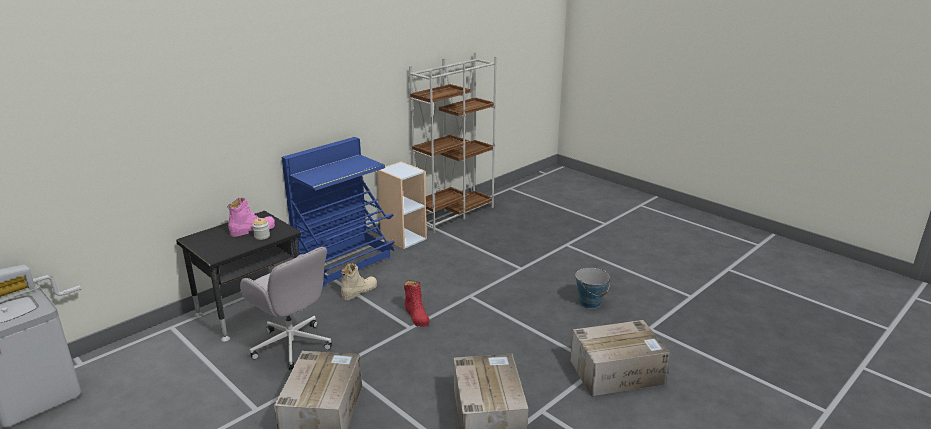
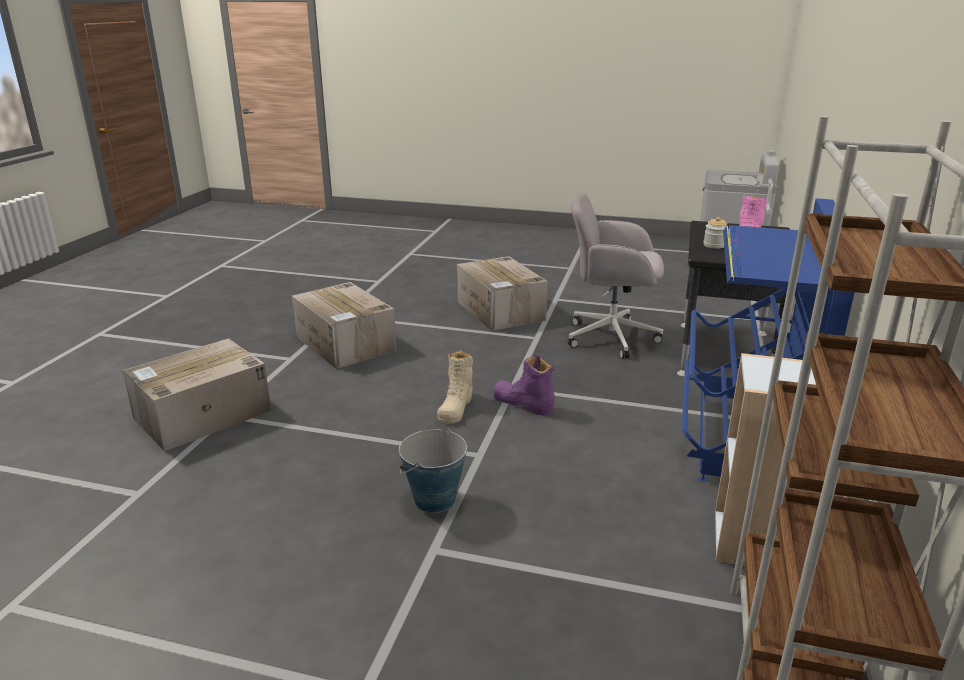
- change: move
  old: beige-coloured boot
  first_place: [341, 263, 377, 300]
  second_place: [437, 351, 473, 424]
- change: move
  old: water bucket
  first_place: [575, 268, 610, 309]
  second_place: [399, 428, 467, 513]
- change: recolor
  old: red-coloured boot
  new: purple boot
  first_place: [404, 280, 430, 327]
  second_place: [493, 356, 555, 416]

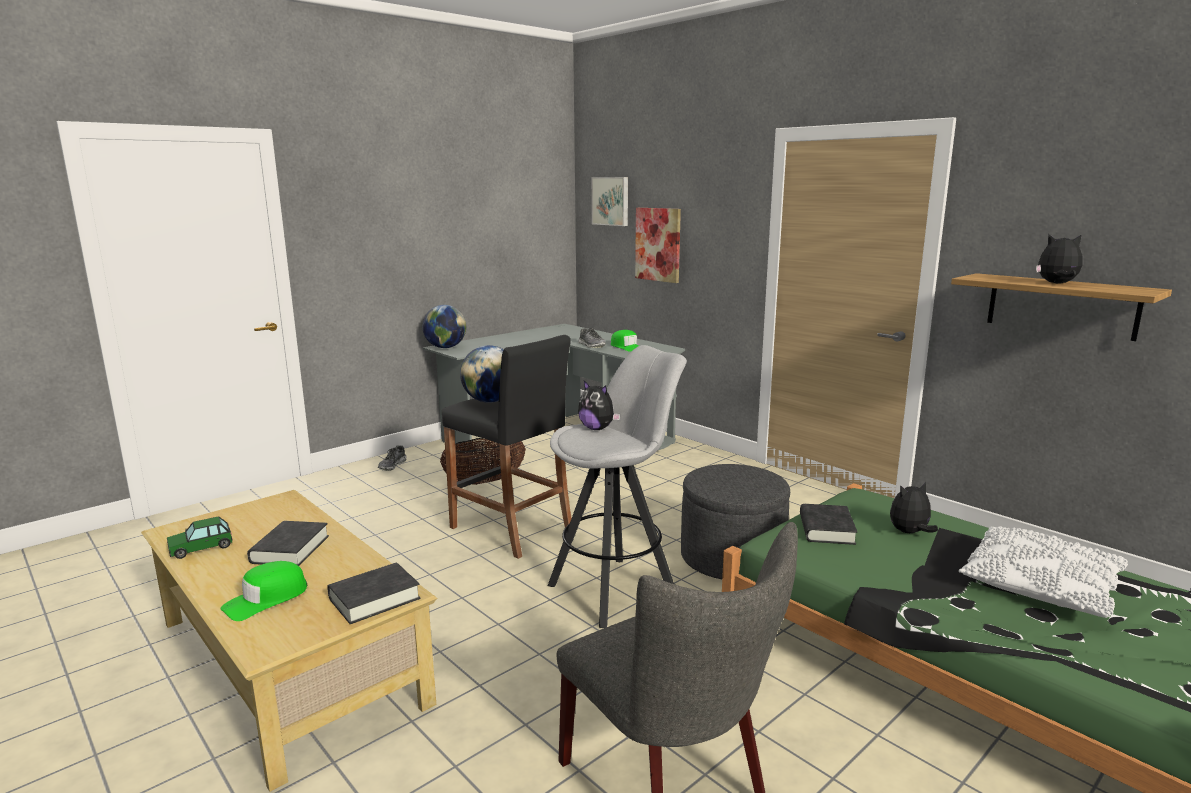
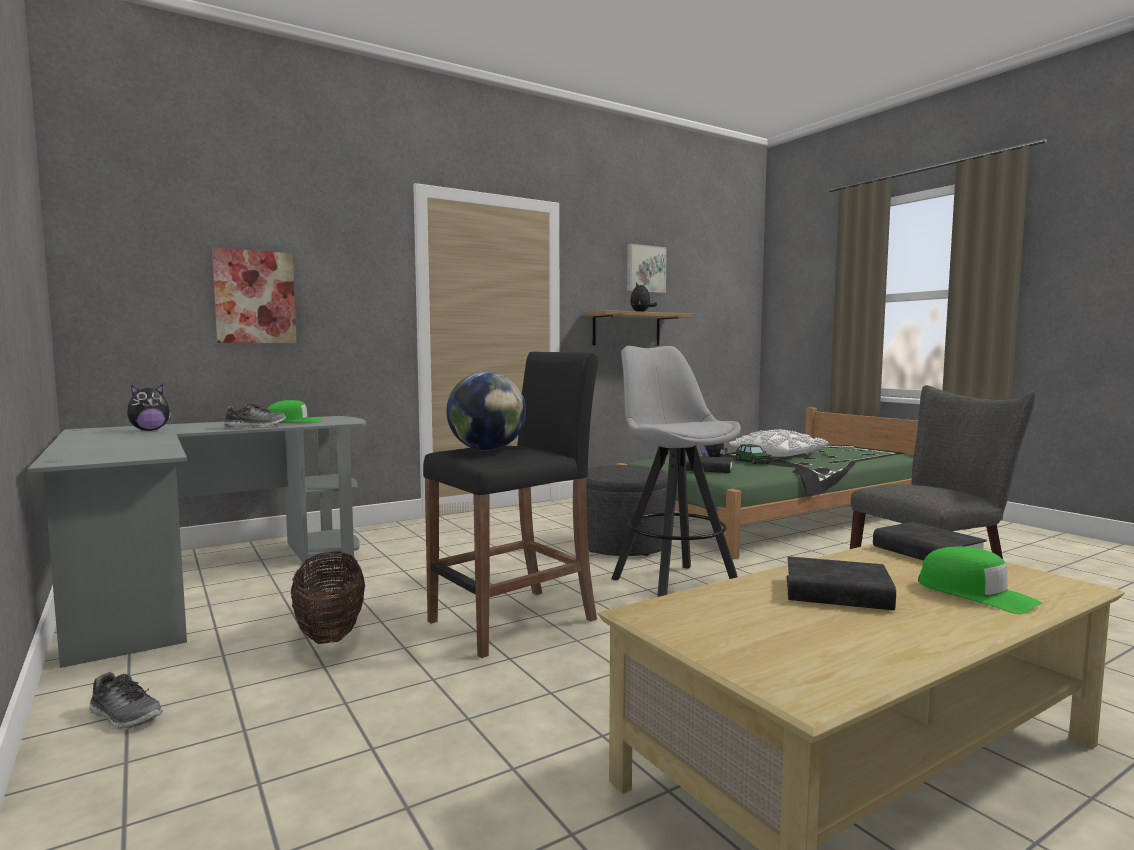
- change: delete
  old: globe
  first_place: [422, 305, 466, 348]
- change: move
  old: toy car
  first_place: [167, 516, 232, 559]
  second_place: [736, 444, 772, 464]
- change: move
  old: soft toy
  first_place: [578, 381, 621, 430]
  second_place: [127, 384, 171, 431]
- change: move
  old: wall picture
  first_place: [592, 177, 628, 226]
  second_place: [627, 244, 667, 293]

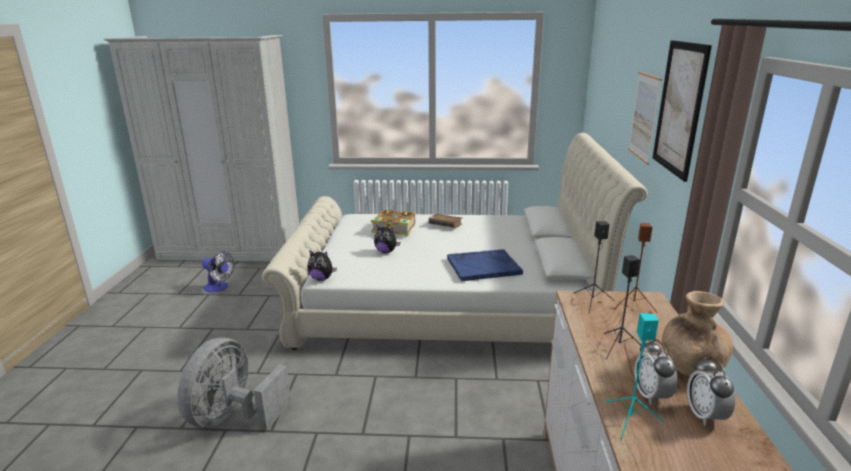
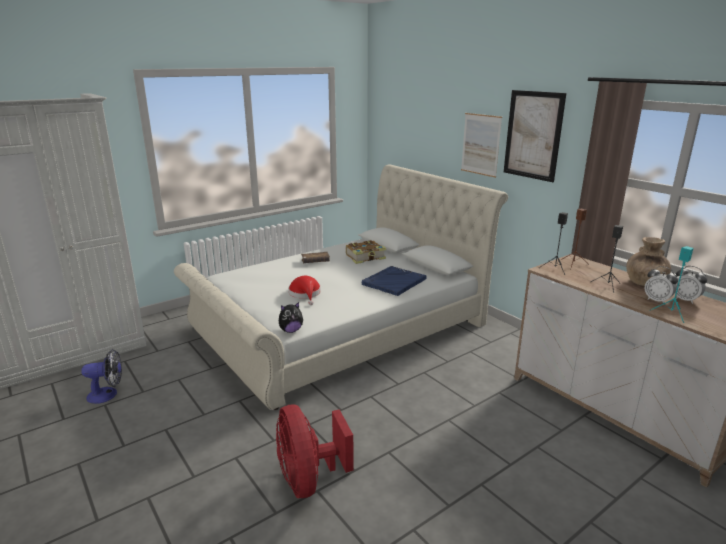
- change: move
  old: book
  first_place: [371, 210, 415, 236]
  second_place: [346, 240, 386, 264]
- change: replace
  old: soft toy
  new: red-coloured hat
  first_place: [374, 225, 400, 253]
  second_place: [289, 276, 321, 305]
- change: recolor
  old: greyish cooling fan
  new: red-coloured cooling fan
  first_place: [177, 338, 291, 430]
  second_place: [276, 404, 354, 498]

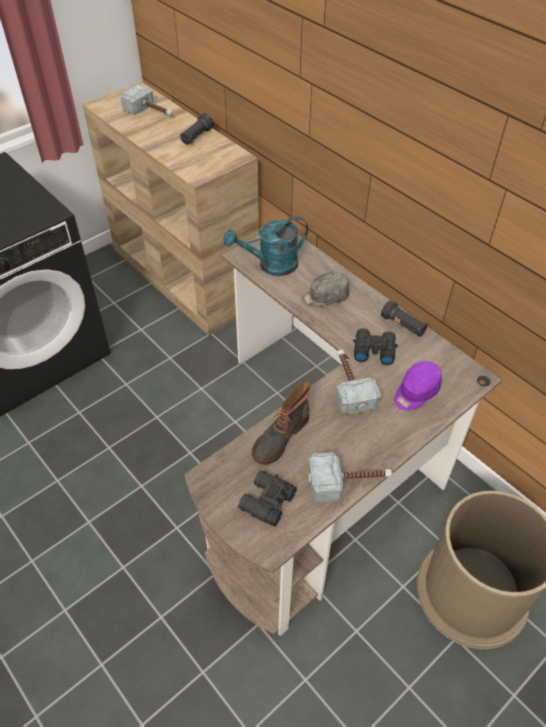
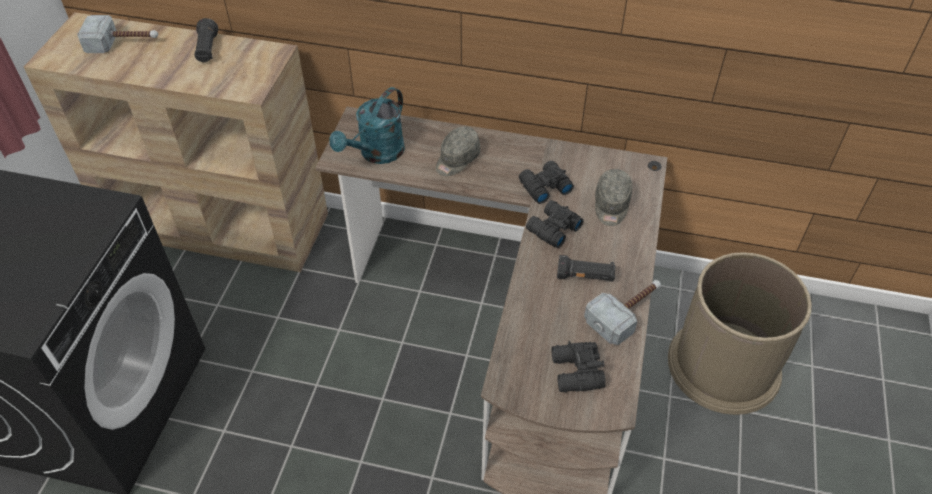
- change: delete
  old: boot
  first_place: [252, 381, 310, 465]
- change: move
  old: black-coloured flashlight
  first_place: [381, 300, 428, 337]
  second_place: [557, 255, 615, 282]
- change: replace
  old: hammer
  new: black-coloured binoculars
  first_place: [335, 350, 381, 415]
  second_place: [526, 200, 583, 248]
- change: recolor
  old: purple cap
  new: greyish cap
  first_place: [394, 361, 442, 410]
  second_place: [595, 169, 632, 226]

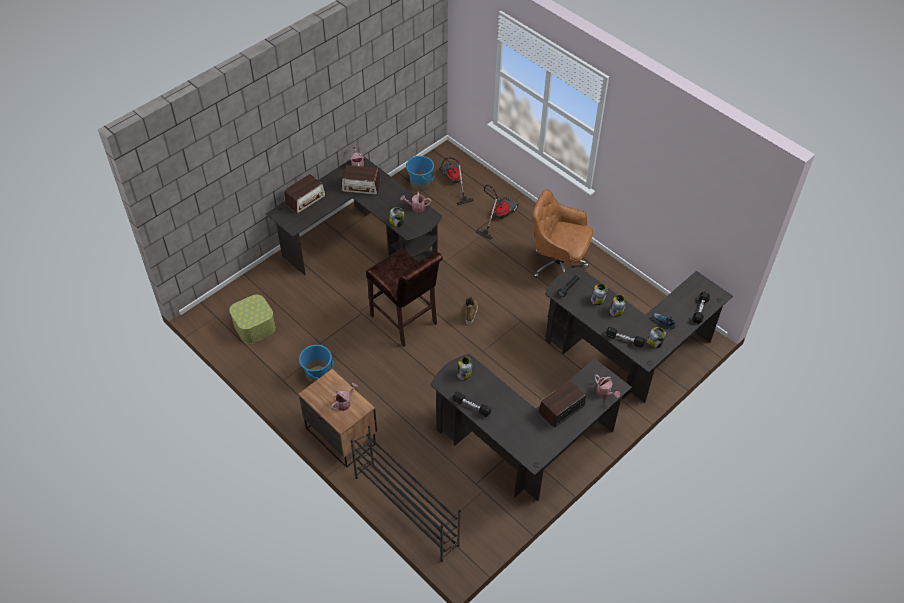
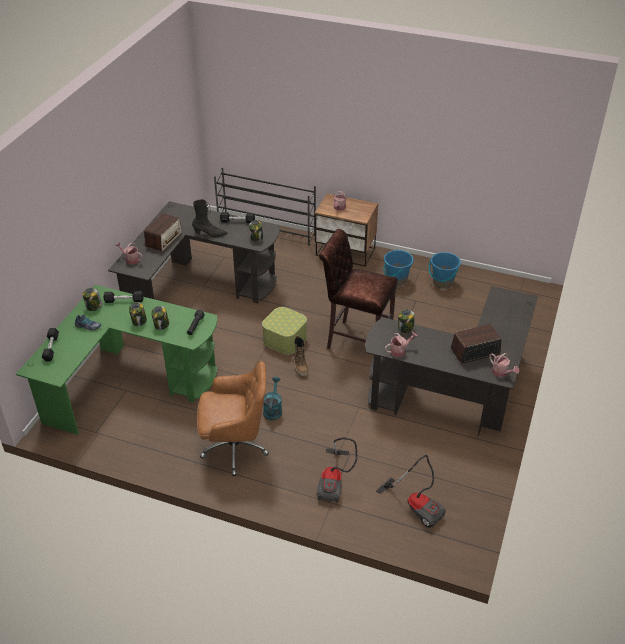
- change: delete
  old: radio receiver
  first_place: [284, 174, 326, 213]
- change: insert
  new: black-coloured boot
  second_place: [192, 199, 227, 238]
- change: insert
  new: blue-green watering pot
  second_place: [263, 377, 282, 420]
- change: move
  old: storage bin
  first_place: [229, 295, 276, 344]
  second_place: [262, 307, 307, 355]
- change: move
  old: bluish water bucket
  first_place: [406, 156, 434, 191]
  second_place: [429, 252, 461, 289]
- change: recolor
  old: black-coloured desk unit
  new: greenish desk unit
  first_place: [545, 267, 733, 403]
  second_place: [16, 285, 217, 435]

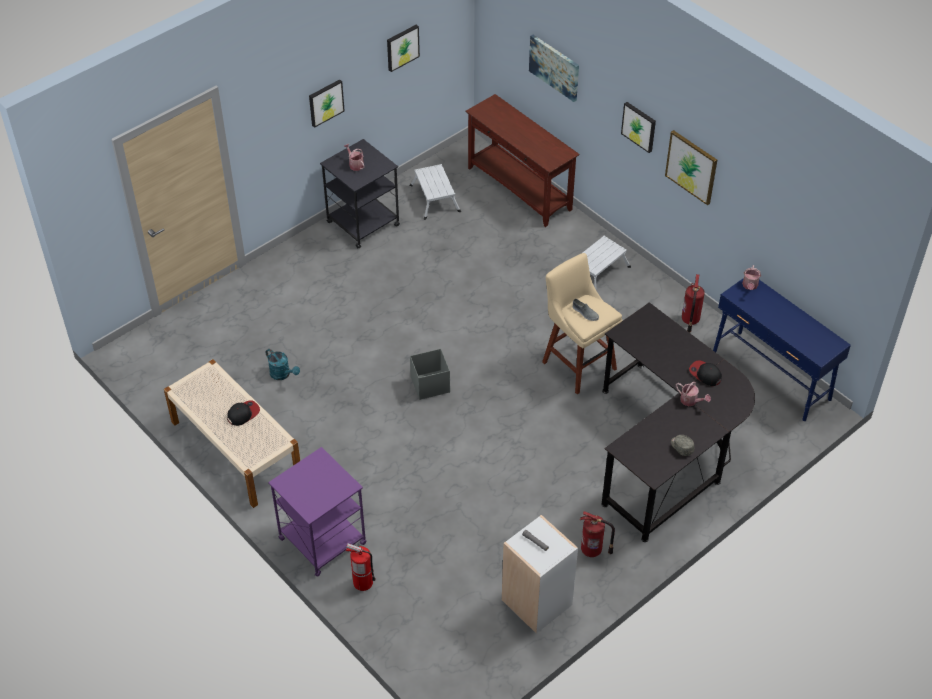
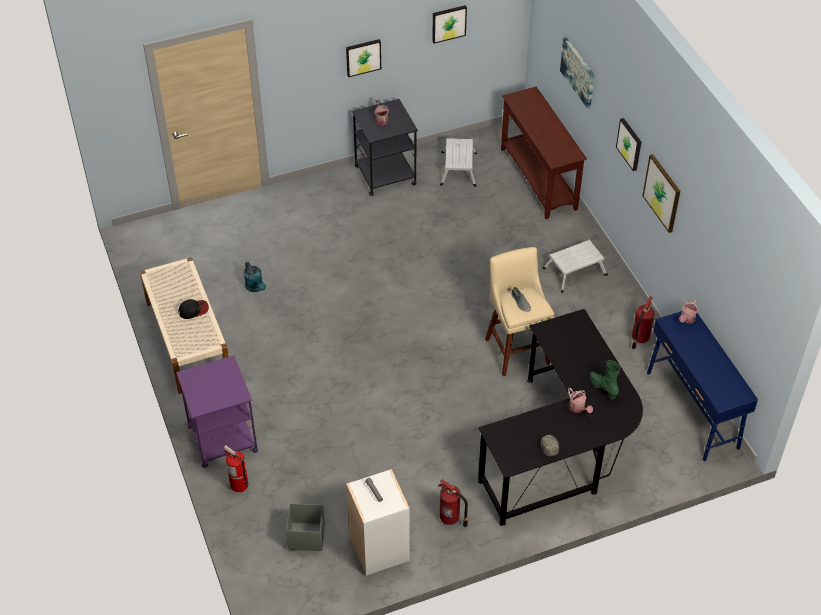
- change: move
  old: greyish storage bin
  first_place: [410, 349, 450, 400]
  second_place: [286, 503, 325, 551]
- change: replace
  old: cap
  new: greenish boot
  first_place: [689, 360, 722, 386]
  second_place: [590, 360, 621, 399]

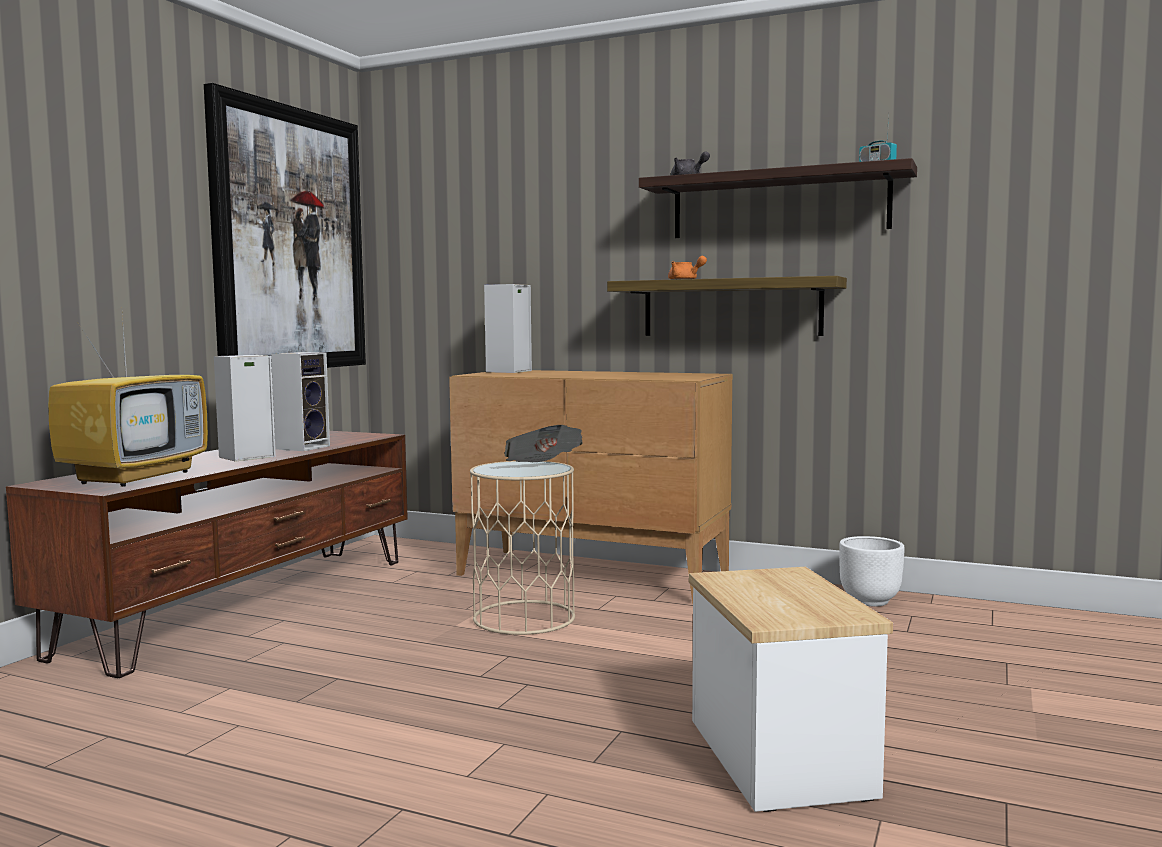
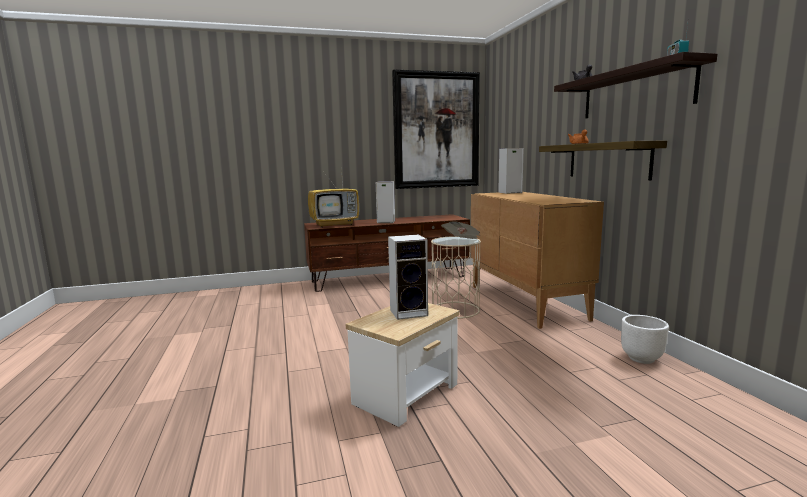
- change: move
  old: speaker
  first_place: [271, 352, 330, 451]
  second_place: [388, 234, 428, 320]

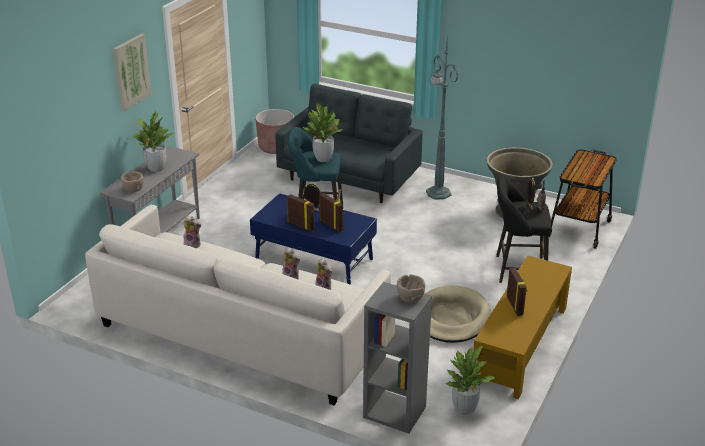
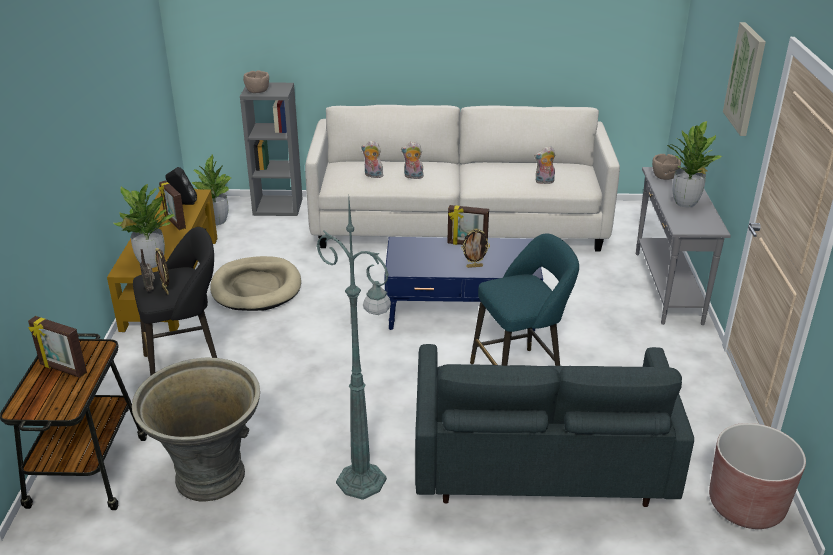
- change: insert
  new: black-coloured speaker
  second_place: [165, 167, 197, 205]
- change: move
  old: houseplant
  first_place: [303, 103, 343, 162]
  second_place: [114, 184, 175, 268]
- change: move
  old: photo frame
  first_place: [320, 193, 344, 233]
  second_place: [28, 316, 87, 378]

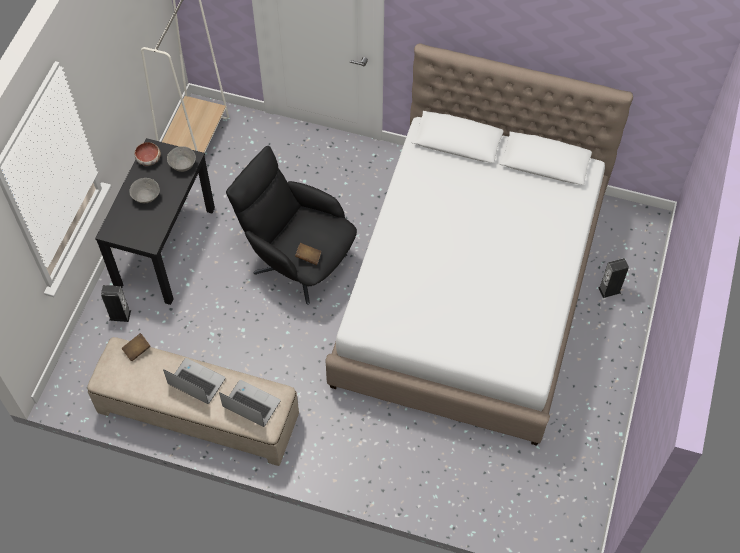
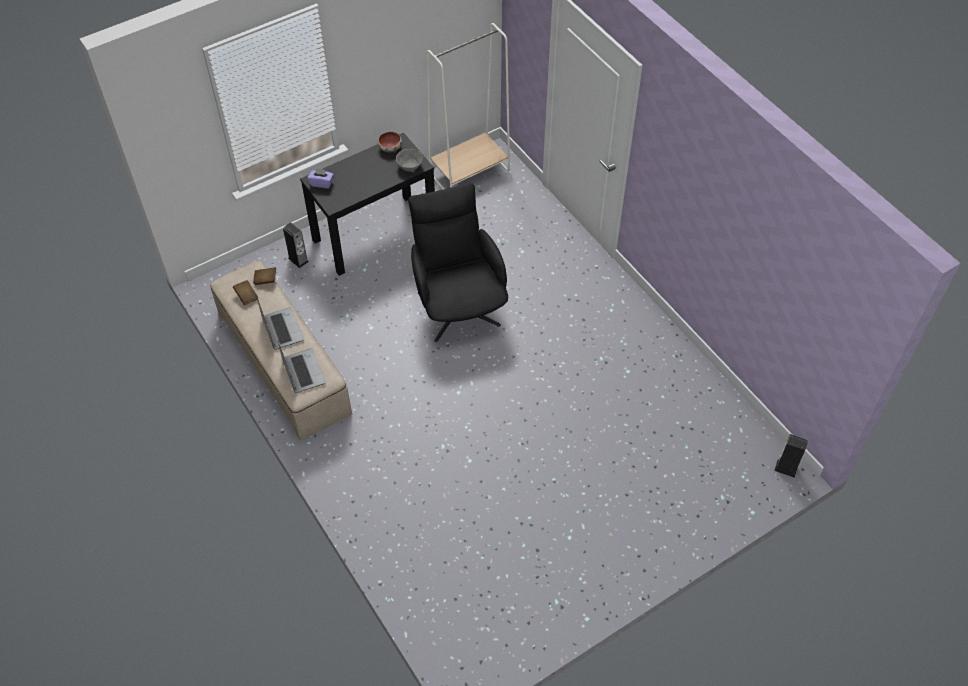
- change: delete
  old: greyish serving bowl
  first_place: [129, 178, 160, 203]
- change: delete
  old: white bedroom bed
  first_place: [326, 43, 633, 446]
- change: insert
  new: purple tissue box
  second_place: [307, 168, 334, 189]
- change: move
  old: brown book
  first_place: [295, 243, 321, 265]
  second_place: [233, 280, 258, 305]
- change: move
  old: speaker
  first_place: [598, 258, 629, 298]
  second_place: [774, 434, 808, 478]

